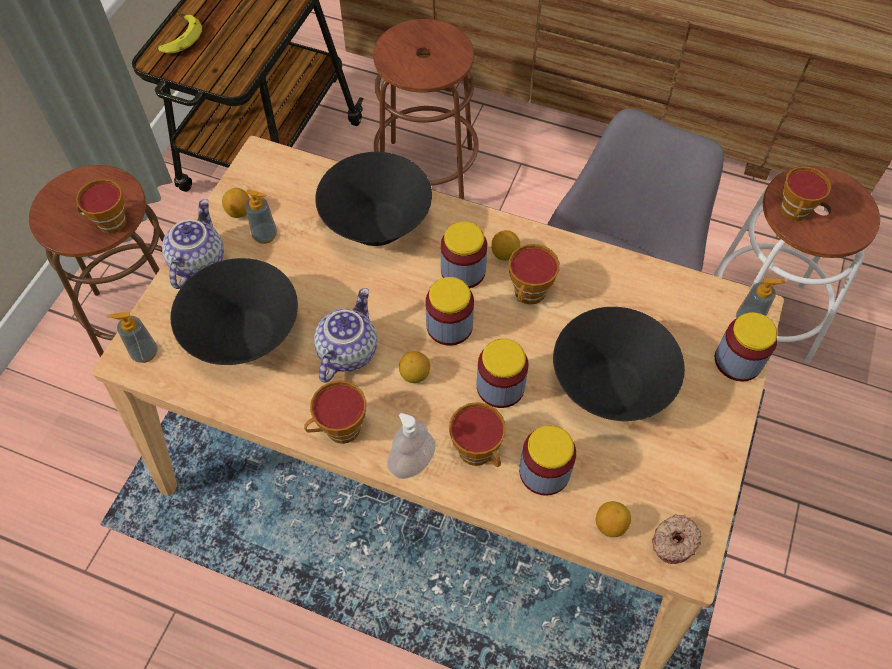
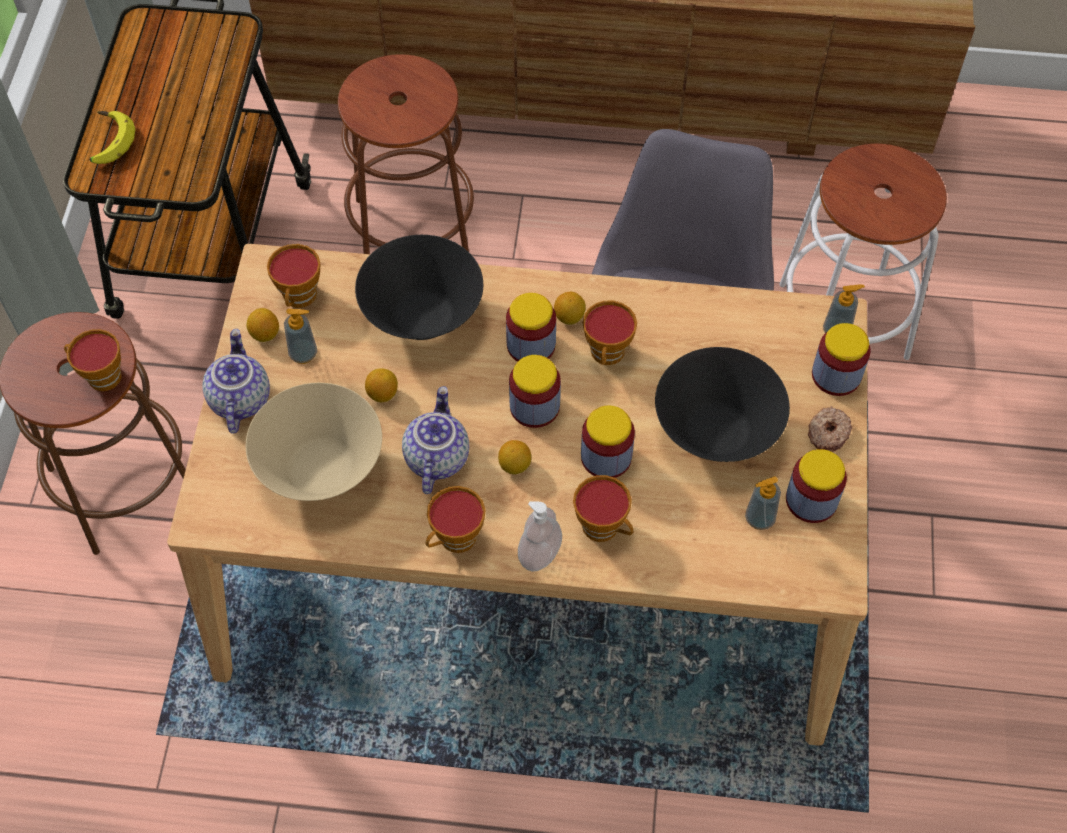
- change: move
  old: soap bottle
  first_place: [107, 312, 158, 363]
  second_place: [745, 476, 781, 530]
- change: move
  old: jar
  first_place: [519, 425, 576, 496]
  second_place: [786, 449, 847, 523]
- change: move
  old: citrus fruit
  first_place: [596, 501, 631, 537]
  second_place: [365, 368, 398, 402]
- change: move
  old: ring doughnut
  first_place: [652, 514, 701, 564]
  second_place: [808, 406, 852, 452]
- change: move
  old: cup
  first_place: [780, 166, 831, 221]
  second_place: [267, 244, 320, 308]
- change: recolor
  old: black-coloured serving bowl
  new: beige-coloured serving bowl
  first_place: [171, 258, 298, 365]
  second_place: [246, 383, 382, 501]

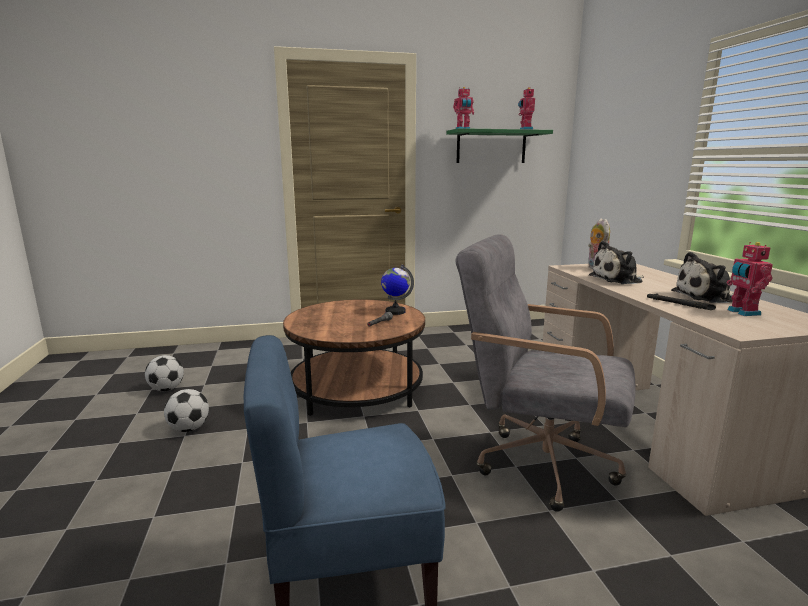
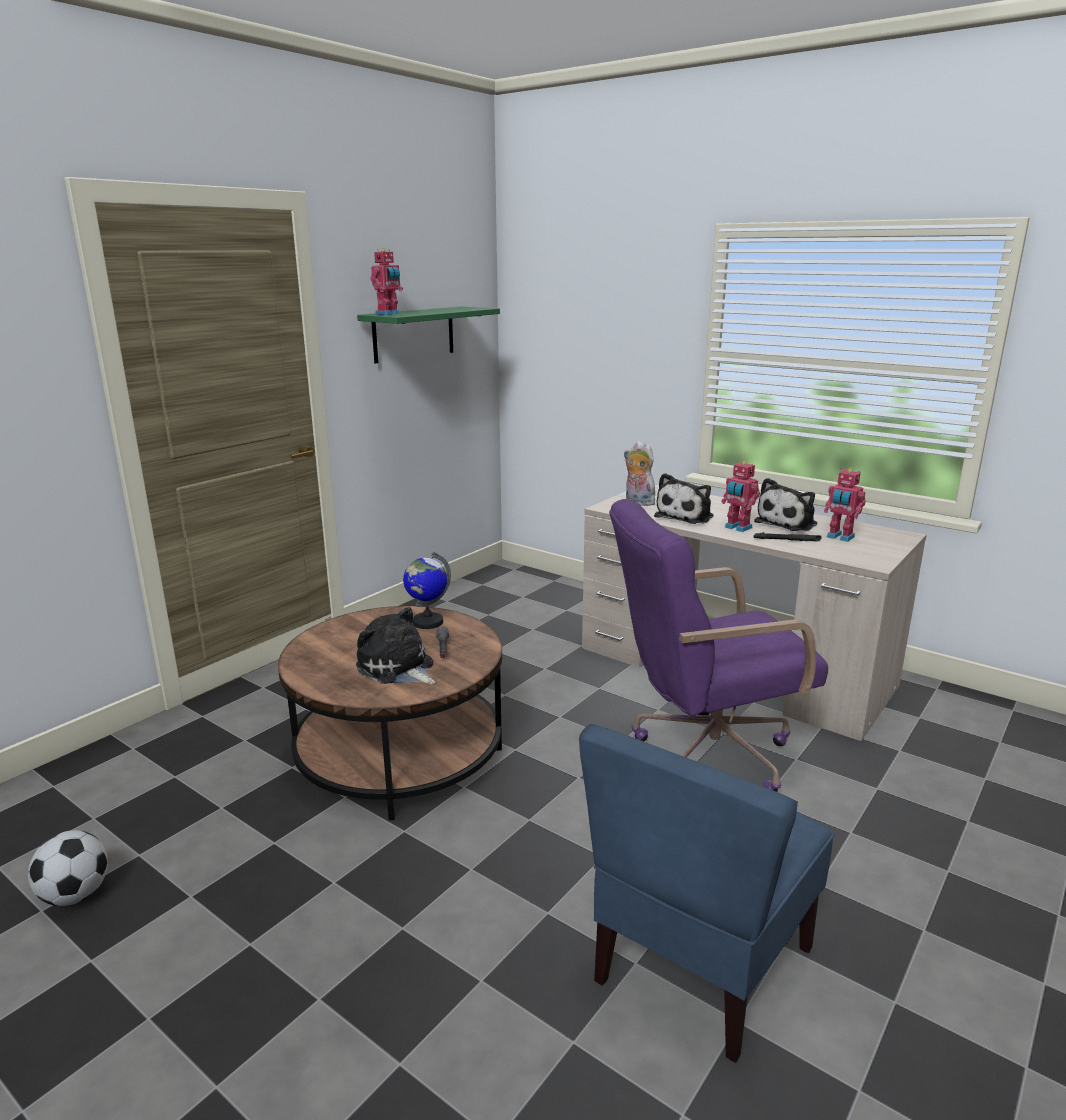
- change: delete
  old: ball for football
  first_place: [164, 389, 209, 432]
- change: insert
  new: soft toy
  second_place: [356, 607, 435, 684]
- change: move
  old: robot figure
  first_place: [518, 87, 535, 130]
  second_place: [721, 461, 760, 532]
- change: recolor
  old: greyish desk chair
  new: purple desk chair
  first_place: [455, 234, 635, 512]
  second_place: [609, 499, 828, 792]

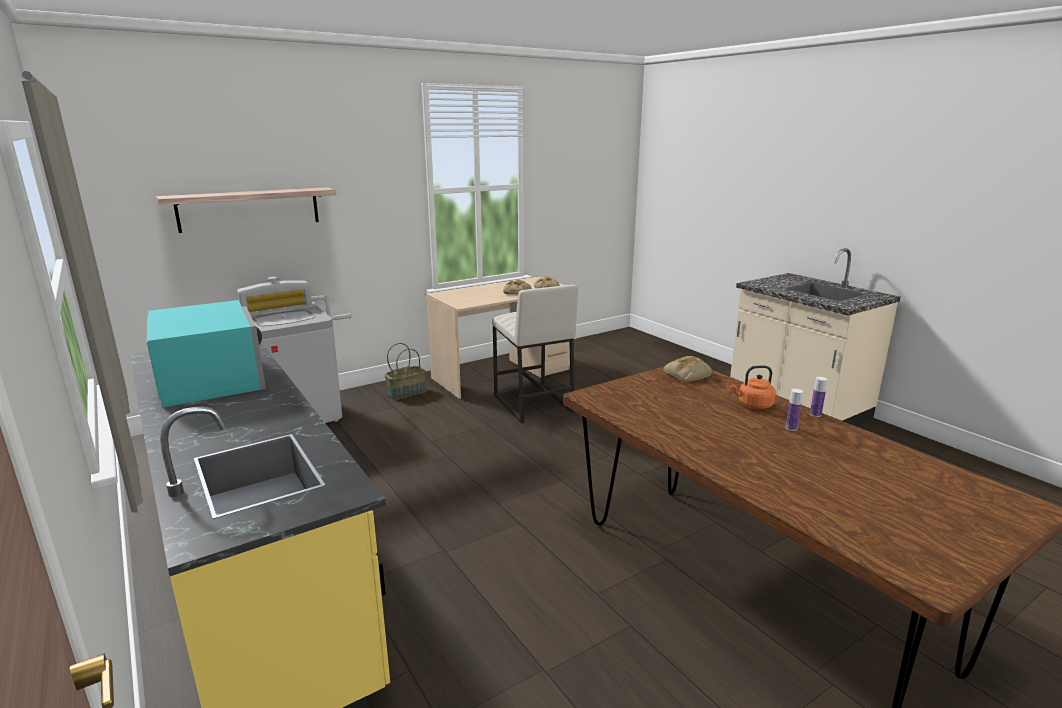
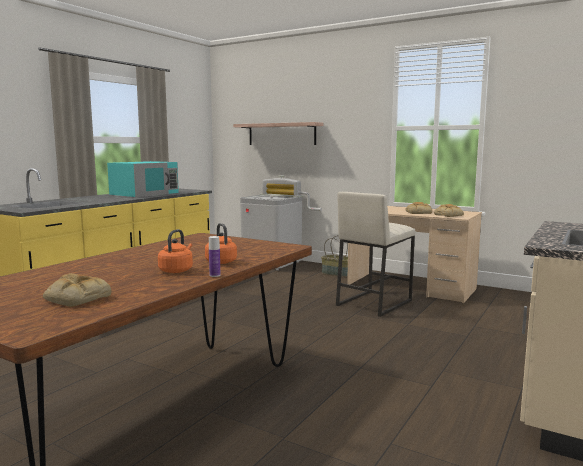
- change: move
  old: bakery bread
  first_place: [664, 356, 712, 382]
  second_place: [43, 273, 111, 307]
- change: replace
  old: beverage bottle
  new: orange water kettle
  first_place: [785, 389, 803, 431]
  second_place: [158, 229, 193, 273]

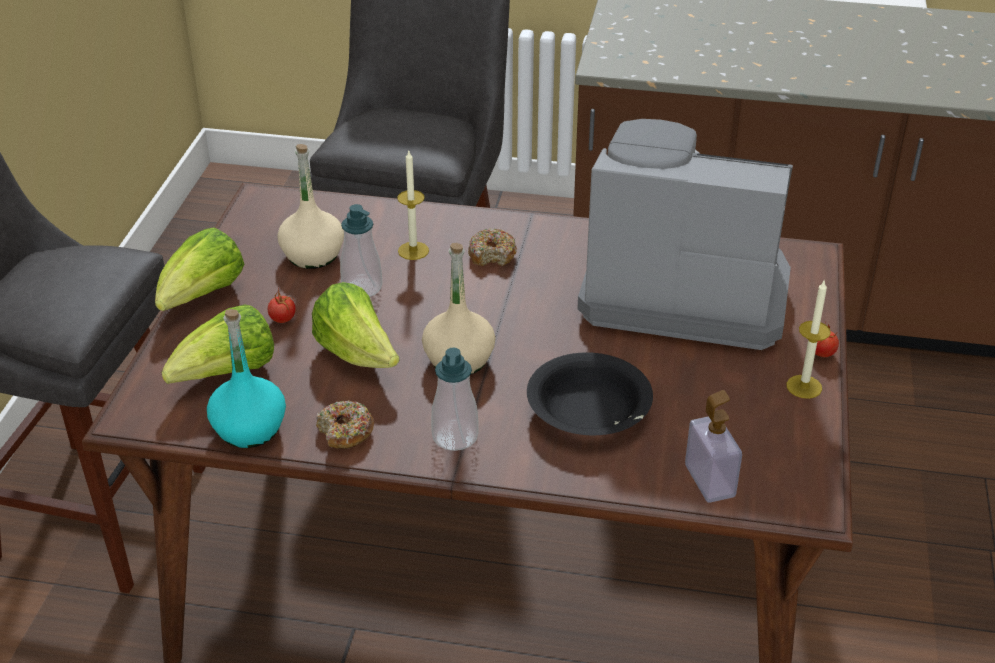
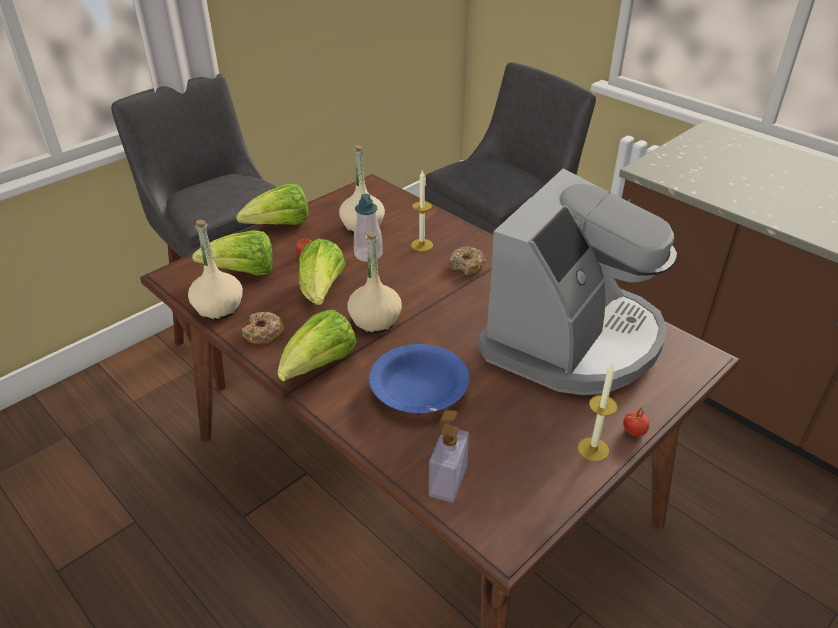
- change: replace
  old: soap bottle
  new: head of lettuce
  first_place: [431, 348, 479, 451]
  second_place: [277, 310, 357, 381]
- change: recolor
  old: blue-green beverage bottle
  new: beige-coloured beverage bottle
  first_place: [207, 309, 286, 448]
  second_place: [188, 220, 243, 320]
- change: recolor
  old: black-coloured serving bowl
  new: bluish serving bowl
  first_place: [527, 352, 653, 435]
  second_place: [369, 344, 469, 413]
- change: rotate
  old: coffee brewer
  first_place: [577, 119, 793, 350]
  second_place: [478, 168, 677, 395]
  degrees: 75

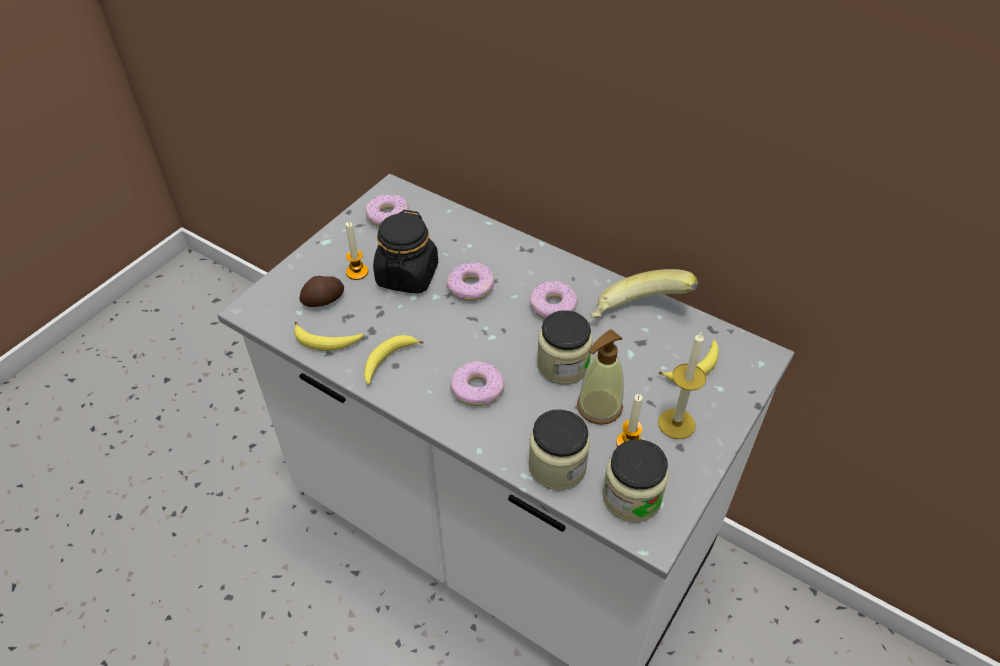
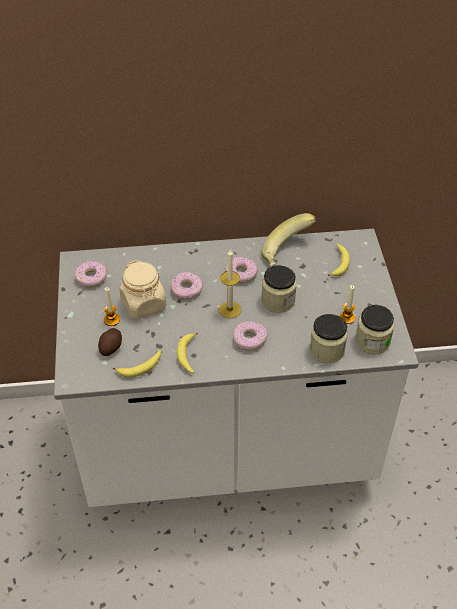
- change: delete
  old: soap bottle
  first_place: [577, 329, 624, 425]
- change: move
  old: wax candle
  first_place: [658, 332, 706, 439]
  second_place: [219, 250, 241, 318]
- change: recolor
  old: black-coloured jar
  new: beige-coloured jar
  first_place: [373, 210, 438, 294]
  second_place: [120, 260, 166, 319]

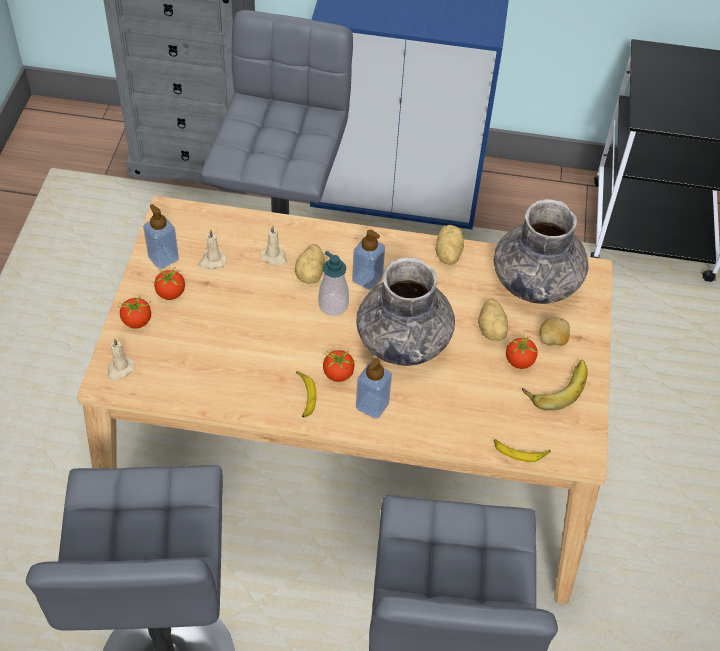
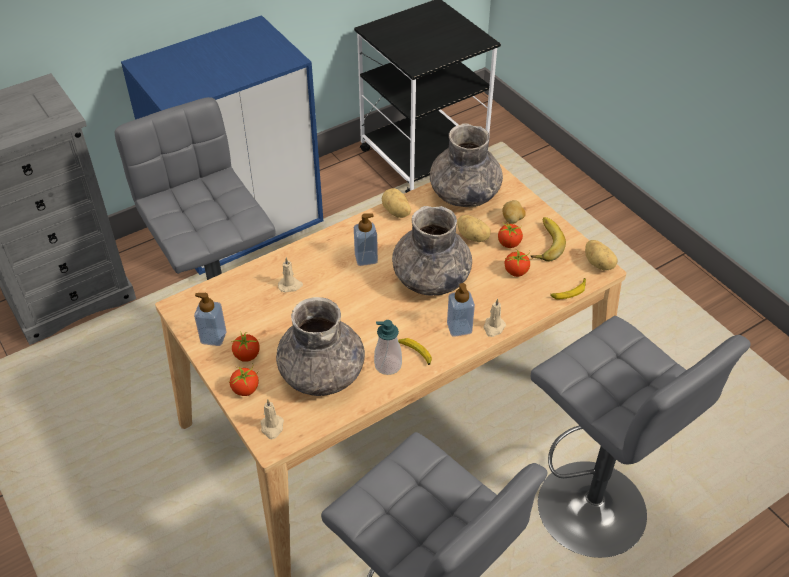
- change: insert
  new: greyish vase
  second_place: [276, 297, 365, 396]
- change: move
  old: beige-coloured wax candle
  first_place: [199, 230, 227, 270]
  second_place: [483, 299, 506, 337]
- change: move
  old: spud
  first_place: [295, 244, 325, 284]
  second_place: [585, 240, 618, 270]
- change: move
  old: soap bottle
  first_place: [318, 251, 349, 316]
  second_place: [374, 320, 402, 375]
- change: move
  old: fresh tomato
  first_place: [323, 350, 356, 382]
  second_place: [504, 249, 533, 277]

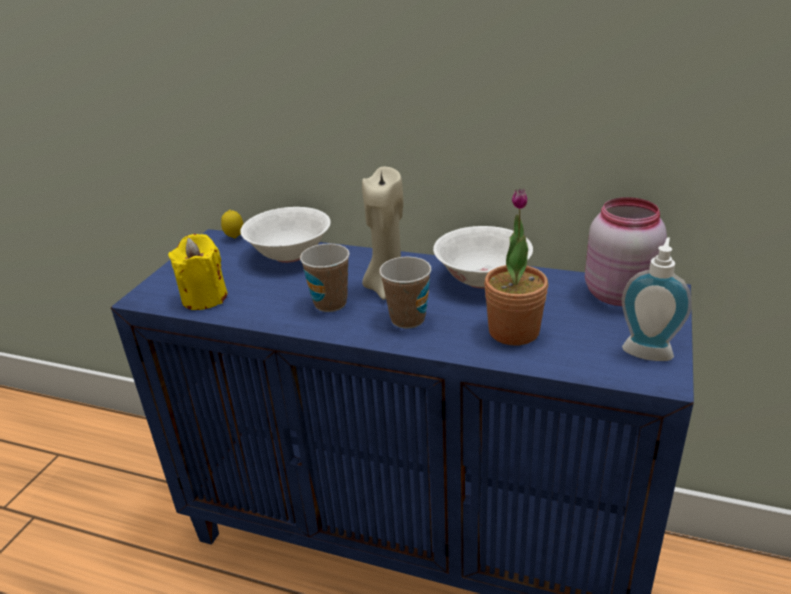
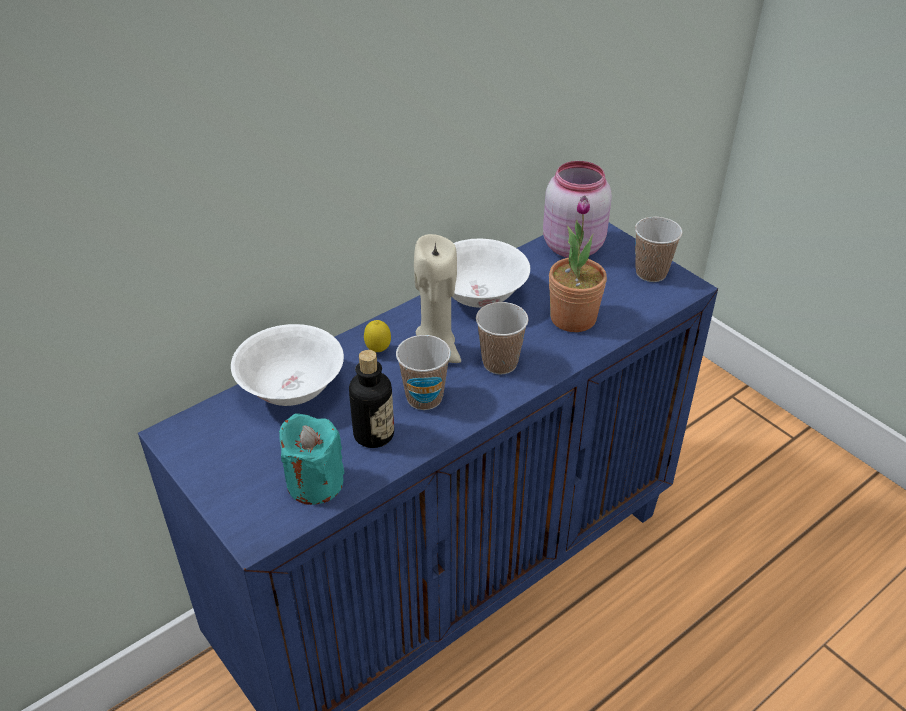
- change: insert
  new: beverage bottle
  second_place: [349, 350, 394, 448]
- change: move
  old: citrus fruit
  first_place: [221, 210, 243, 238]
  second_place: [364, 320, 391, 352]
- change: replace
  old: soap bottle
  new: cup
  first_place: [622, 237, 692, 361]
  second_place: [635, 217, 682, 282]
- change: recolor
  old: yellow-coloured wax candle
  new: blue-green wax candle
  first_place: [168, 234, 228, 310]
  second_place: [279, 413, 344, 505]

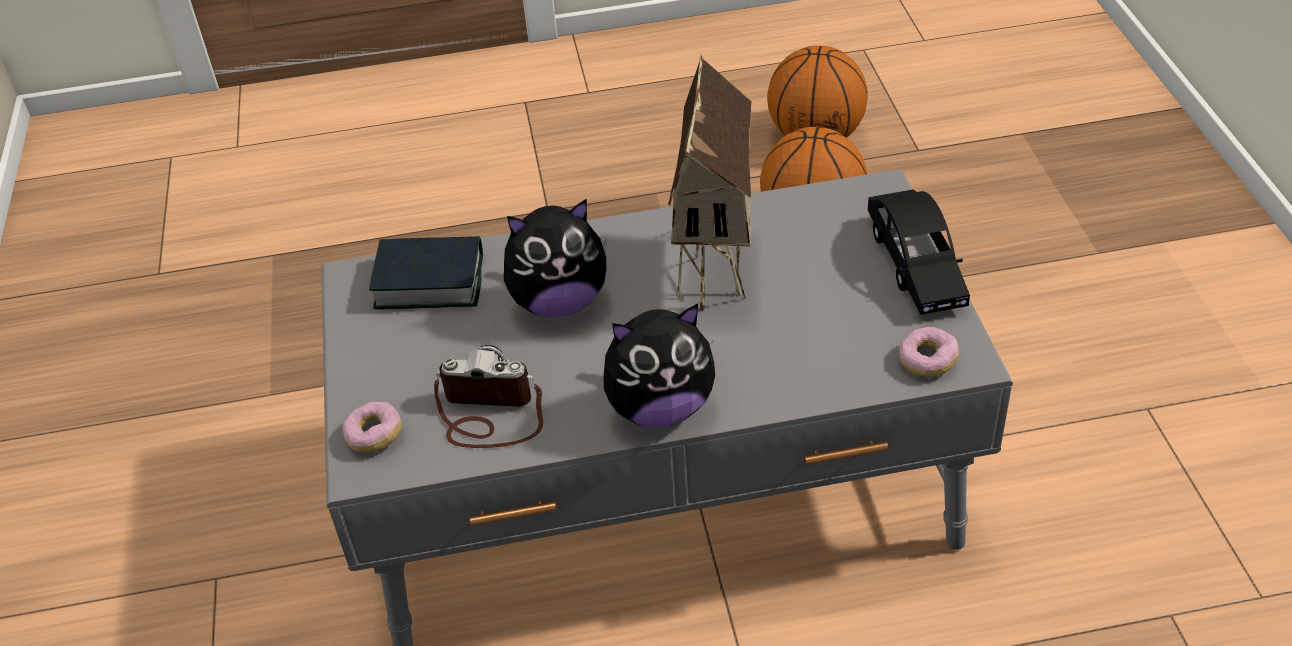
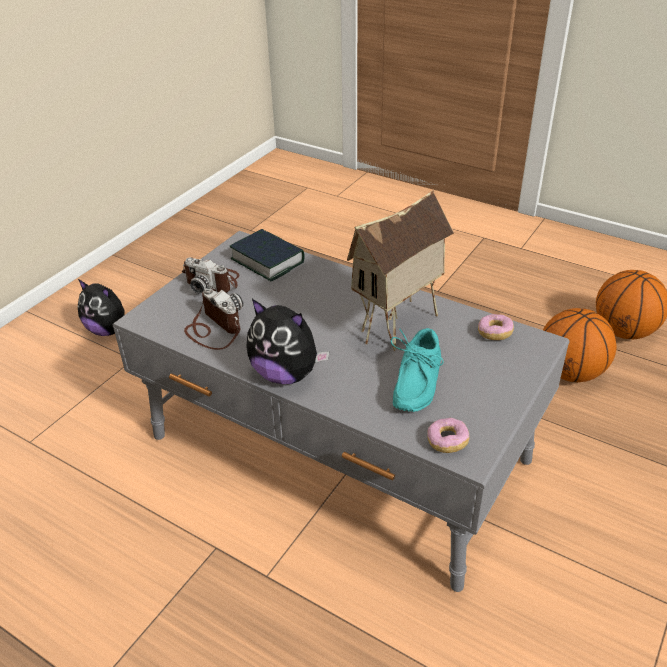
- change: delete
  old: black-coloured toy car
  first_place: [868, 189, 970, 315]
- change: insert
  new: photo camera
  second_place: [182, 257, 240, 293]
- change: insert
  new: blue-green item of footwear
  second_place: [391, 328, 444, 412]
- change: move
  old: ring doughnut
  first_place: [343, 402, 402, 453]
  second_place: [478, 314, 514, 340]
- change: move
  old: soft toy
  first_place: [504, 199, 607, 317]
  second_place: [78, 279, 125, 336]

